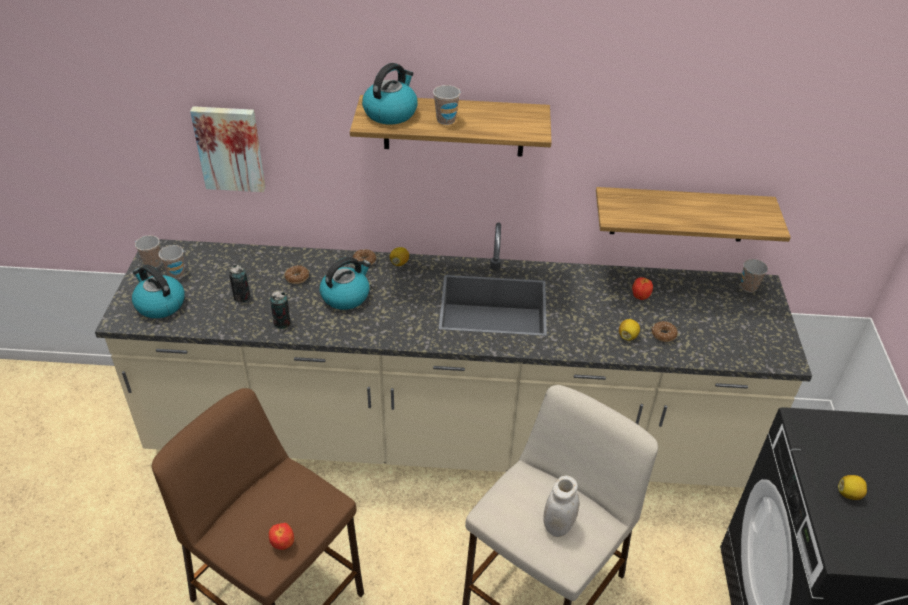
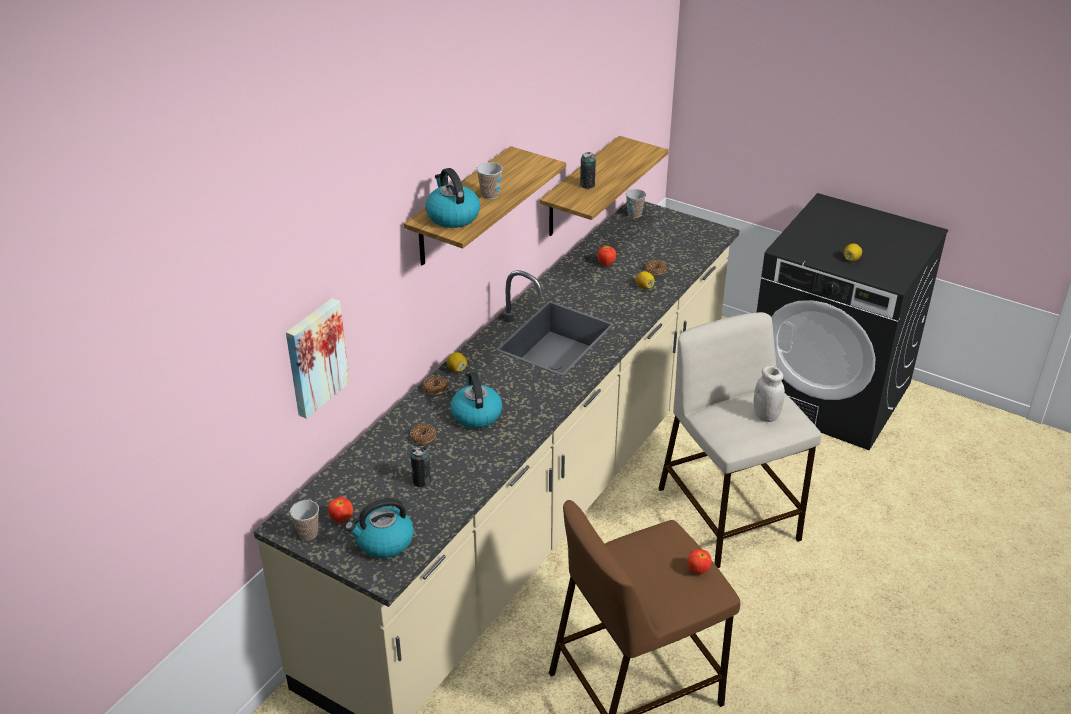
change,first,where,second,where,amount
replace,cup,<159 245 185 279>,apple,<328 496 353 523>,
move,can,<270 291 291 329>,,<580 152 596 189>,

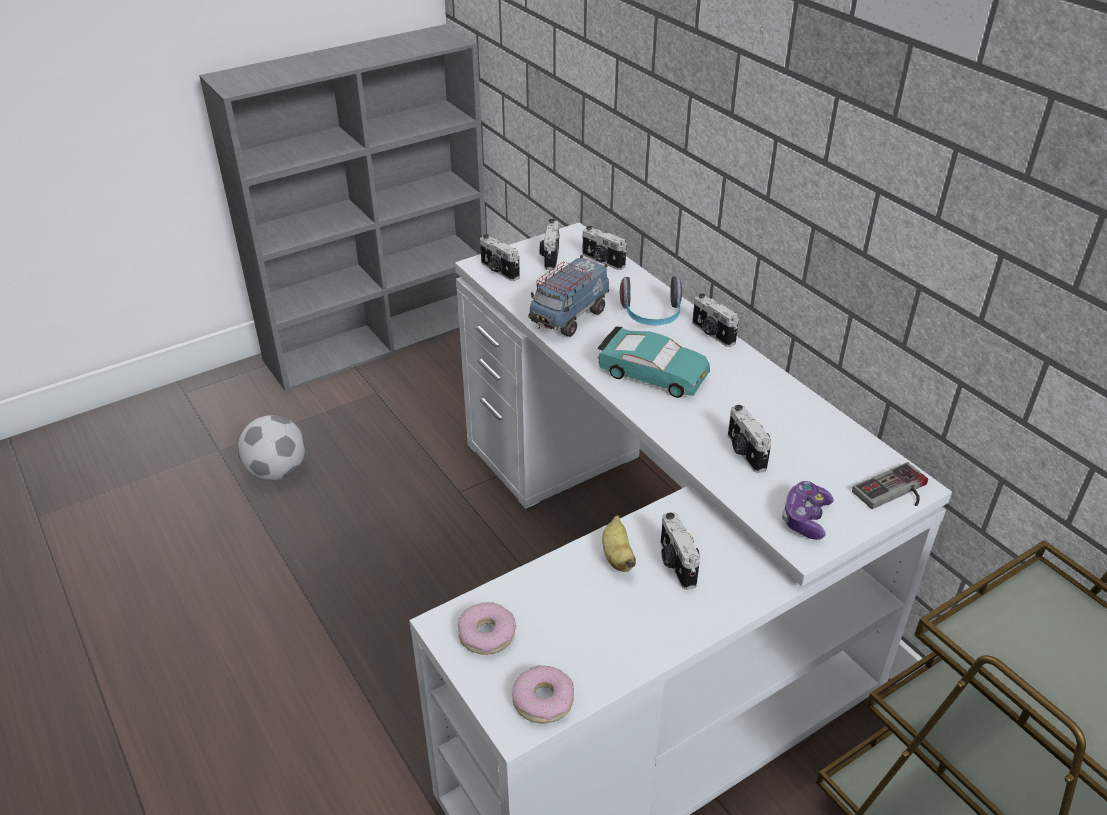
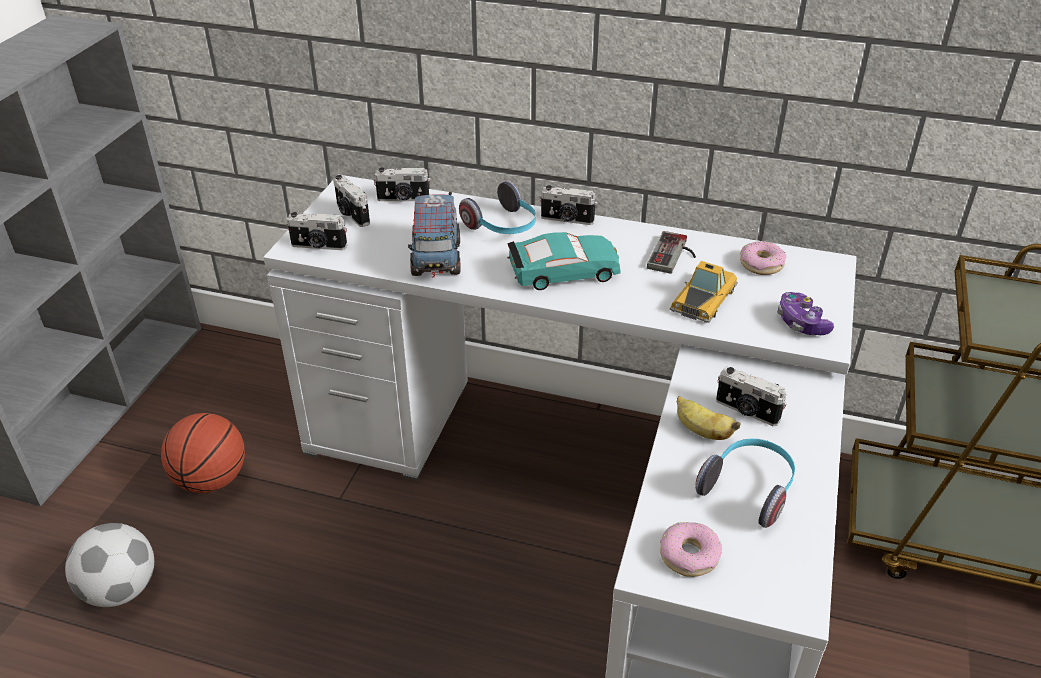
change,first,where,second,where,amount
replace,still camera,<728 405 771 473>,toy car,<670 261 738 323>,
move,game controller,<852 462 928 509>,,<647 231 696 274>,
move,doughnut,<512 665 574 723>,,<740 241 786 275>,
insert,,,basketball ball,<161 413 245 493>,
insert,,,headphones,<695 438 795 528>,

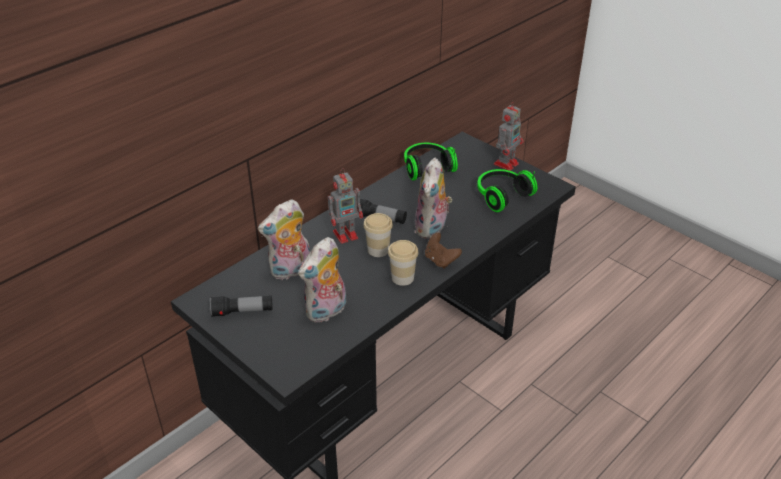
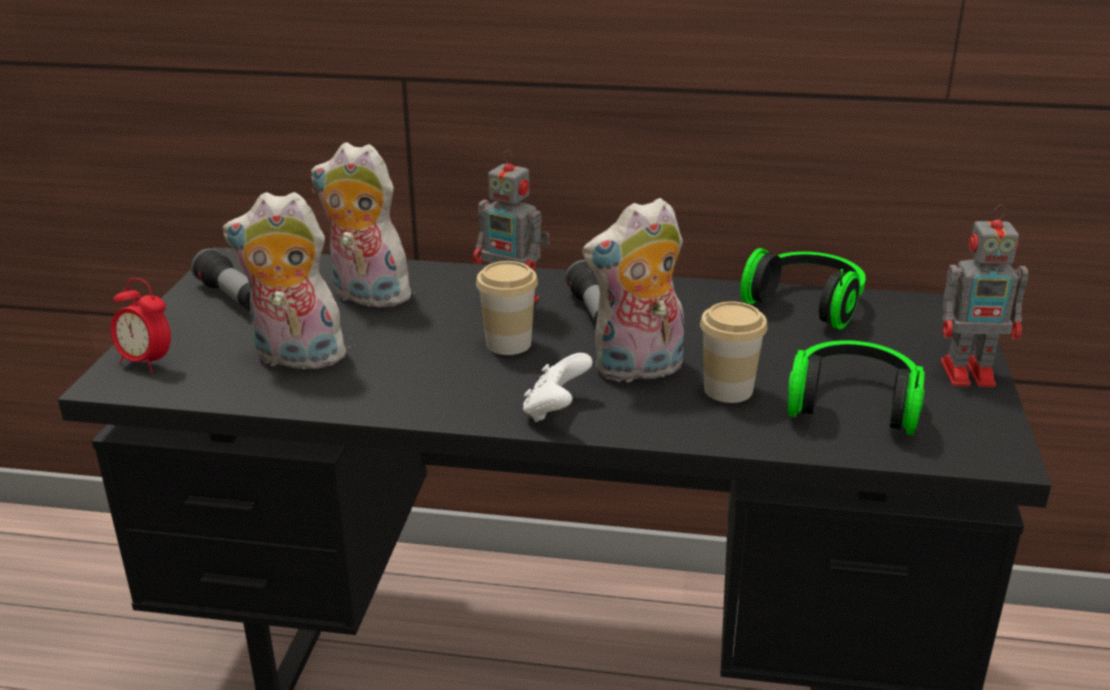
change,first,where,second,where,amount
recolor,brown game controller,<425 232 462 269>,white game controller,<523 353 592 422>,
move,cup,<388 240 418 286>,,<700 301 768 403>,
insert,,,alarm clock,<111 278 171 372>,

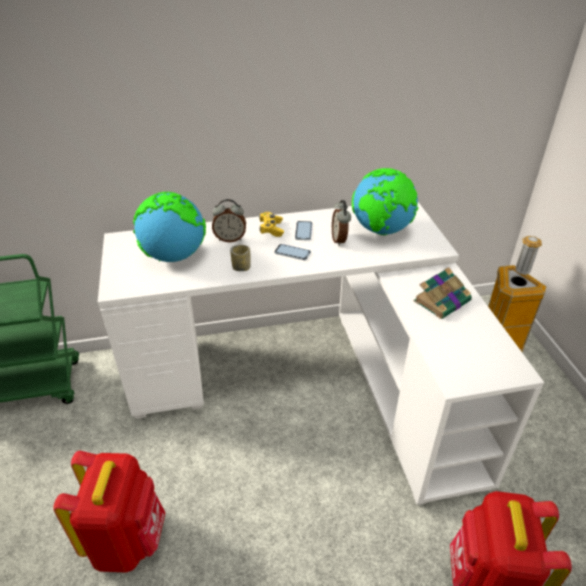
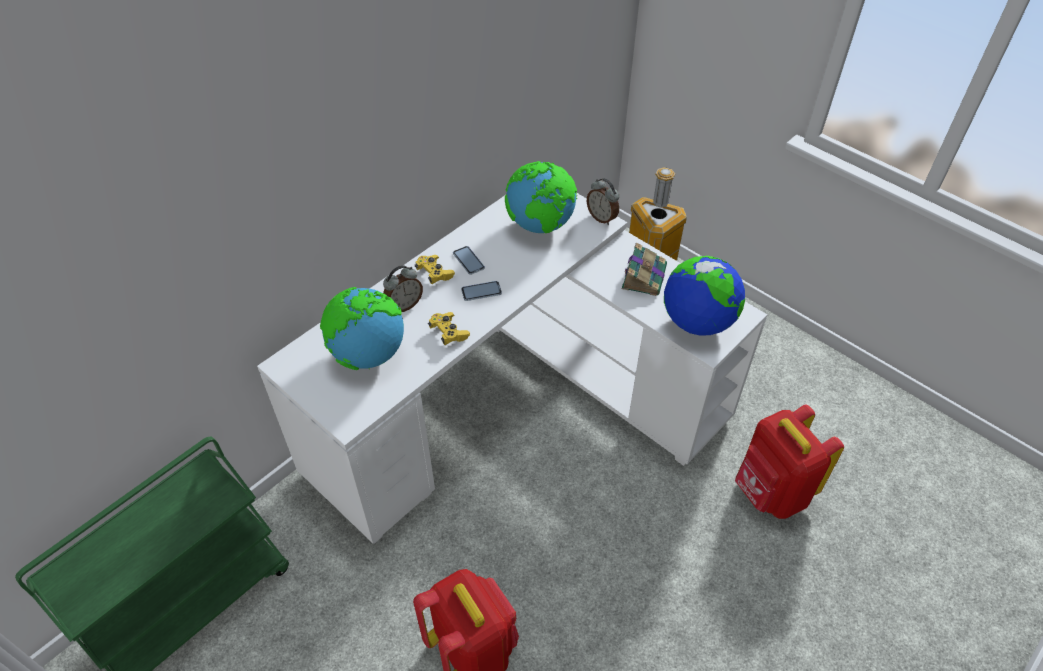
change,first,where,second,where,amount
move,alarm clock,<332 200 351 246>,,<587 178 619 225>,
replace,cup,<230 245 251 271>,yellow game controller,<428 312 470 345>,
insert,,,desk globe,<664 256 745 336>,

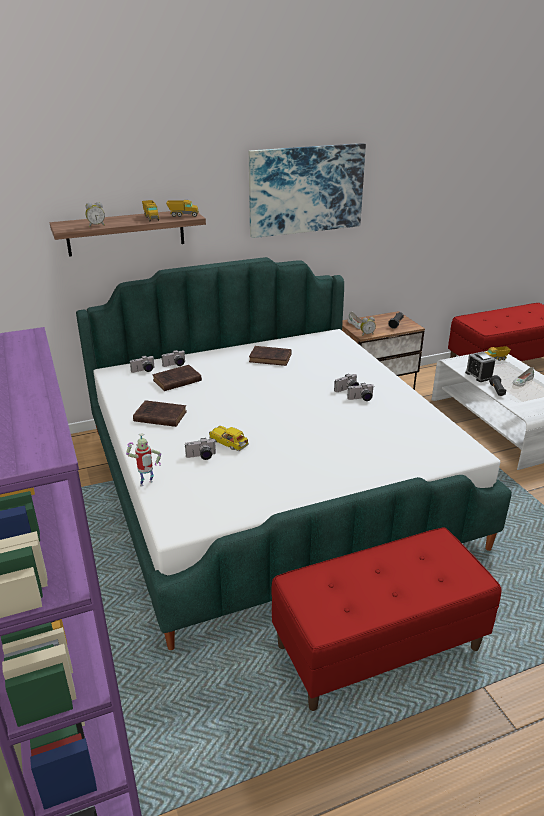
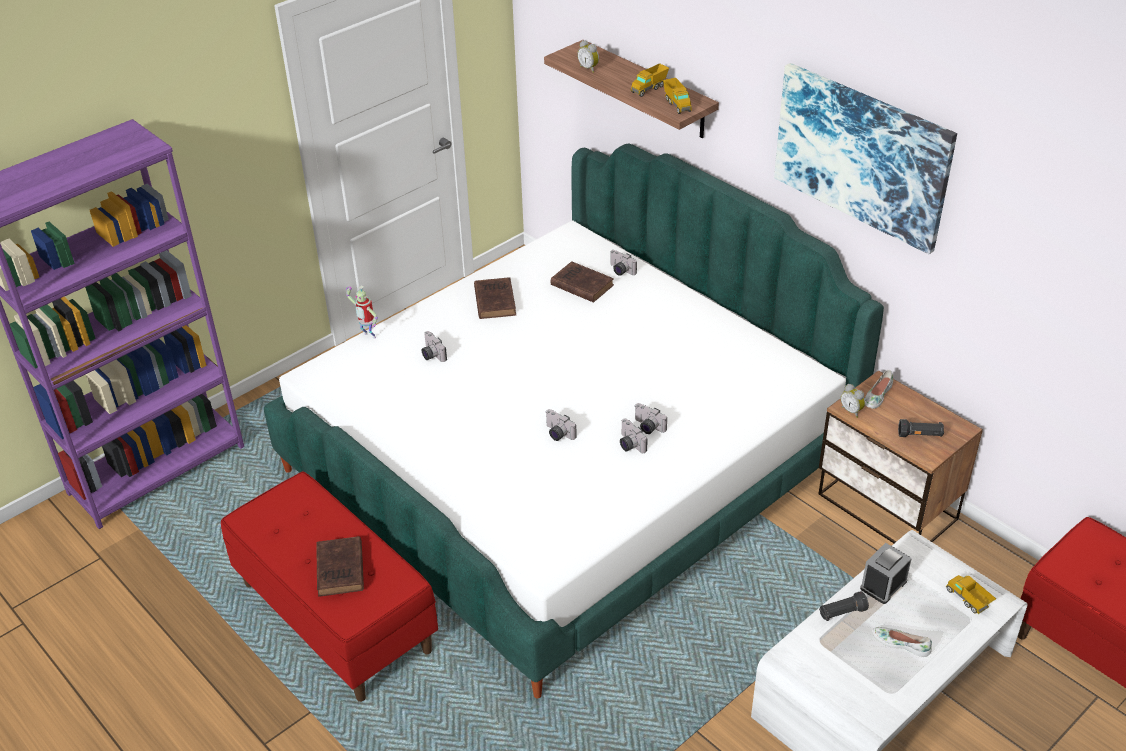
change,first,where,second,where,amount
move,brown bound book,<249 346 292 366>,,<316 536 364 596>,
move,still camera,<130 355 155 373>,,<546 409 577 441>,
delete,toy car,<209 426 249 451>,,,

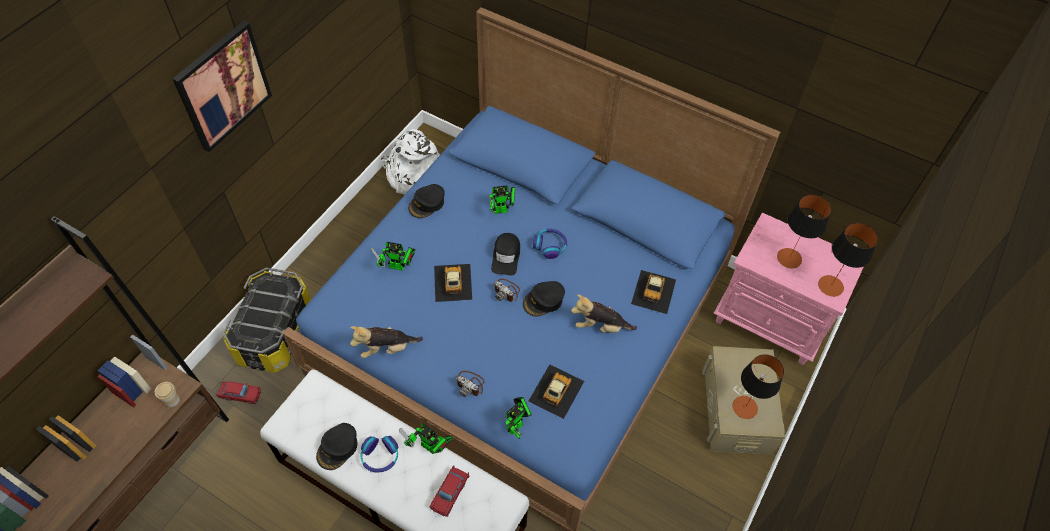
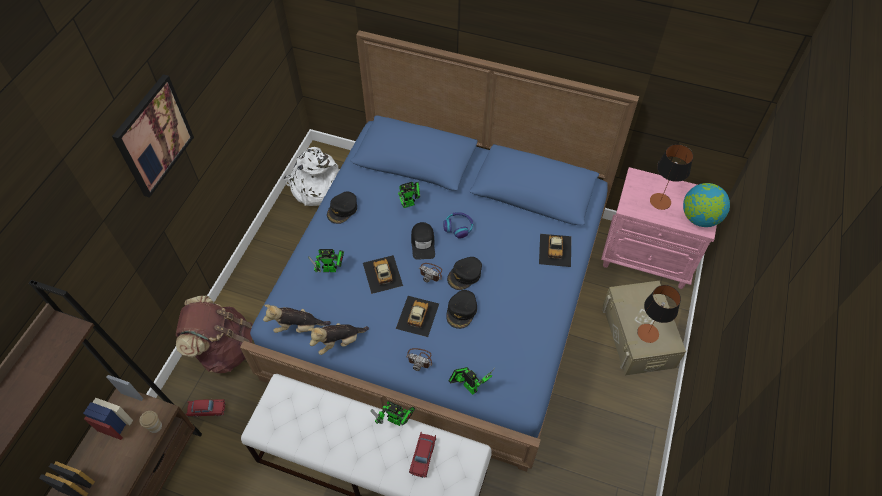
change,first,where,second,where,amount
replace,tabletop lamp,<818 223 878 297>,desk globe,<683 183 730 227>,
replace,storage bin,<223 267 311 373>,brown rucksack,<176 296 253 373>,
move,plush toy,<571 294 637 333>,,<263 304 331 333>,
move,toy car,<529 365 584 419>,,<396 296 439 337>,
rotate,model robot,<506 397 532 439>,,<449 367 495 395>,75 degrees counterclockwise
move,black peaked cap,<316 423 357 470>,,<446 290 477 329>,
delete,headphones,<360 436 398 472>,,,

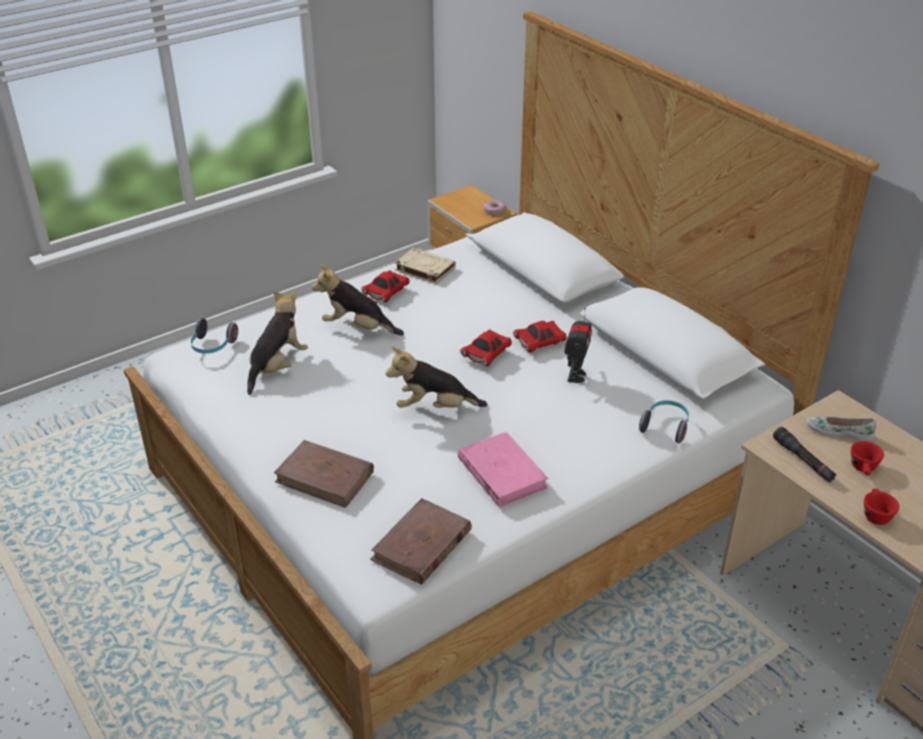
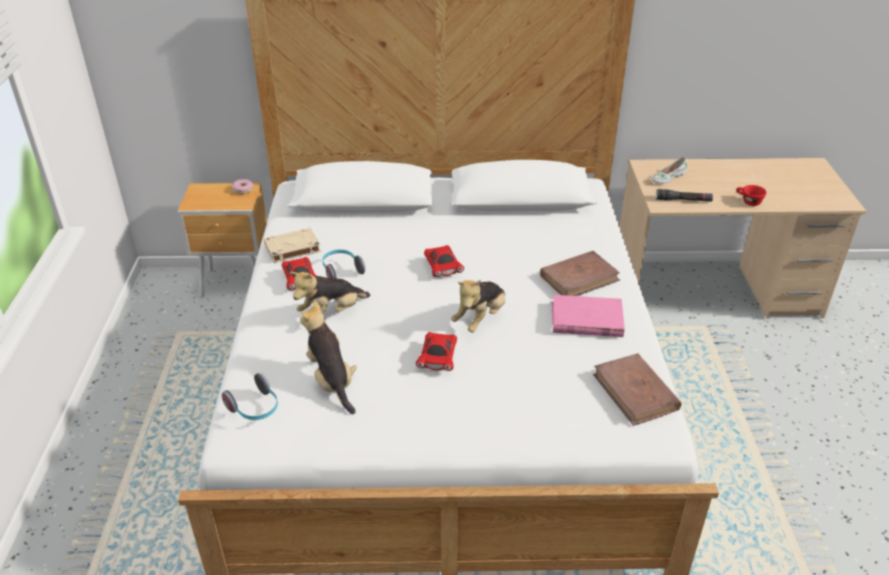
change,first,where,second,where,amount
delete,model robot,<564 308 592 383>,,,
move,red toy car,<513 321 566 353>,,<416 332 457 371>,
move,headphones,<639 400 689 443>,,<322 249 365 278>,
move,brown bound book,<274 440 374 508>,,<540 251 620 296>,
delete,red cup,<851 441 884 475>,,,

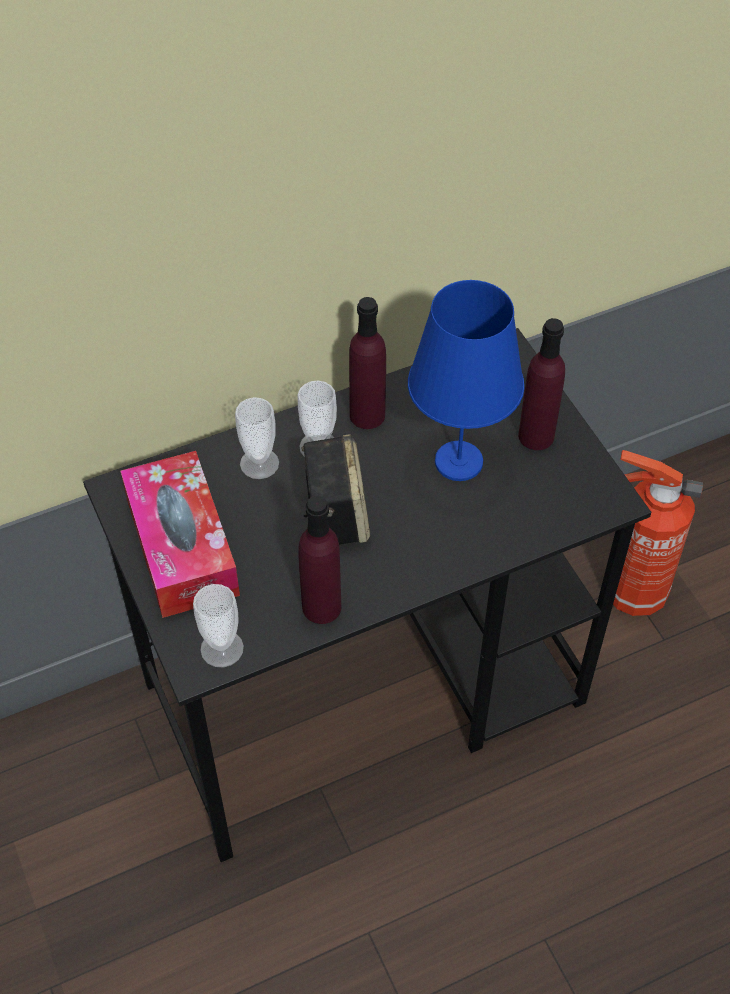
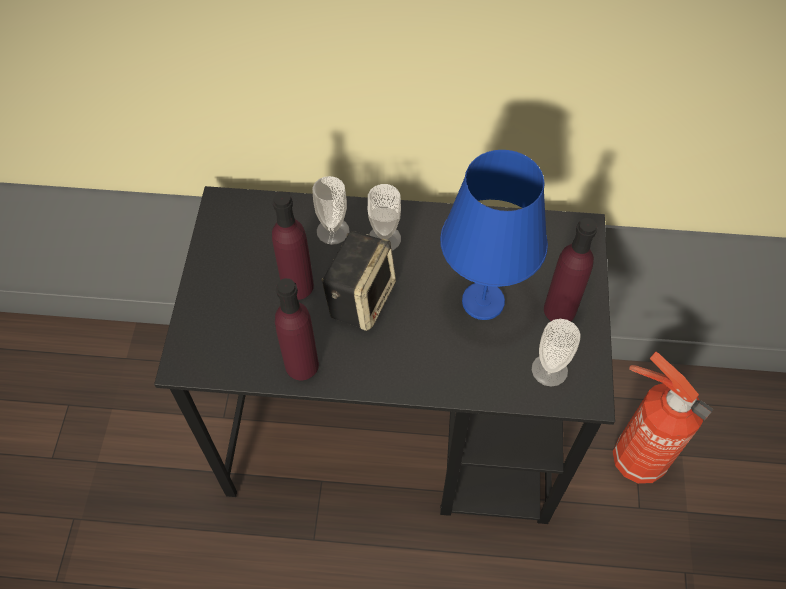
change,first,where,second,where,amount
move,purple beverage bottle,<349 297 386 429>,,<272 192 314 300>,
delete,tissue box,<120 451 240 618>,,,
move,cup,<193 584 244 668>,,<532 319 581 387>,

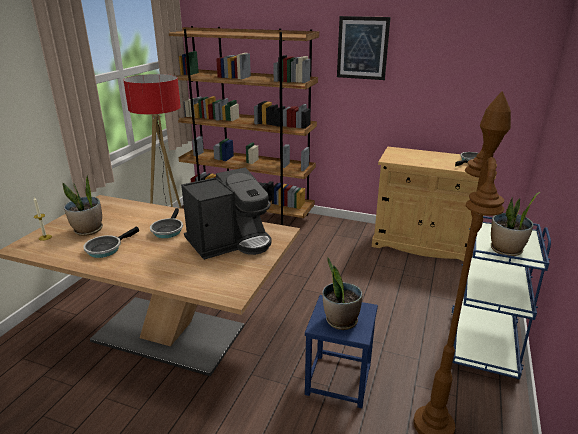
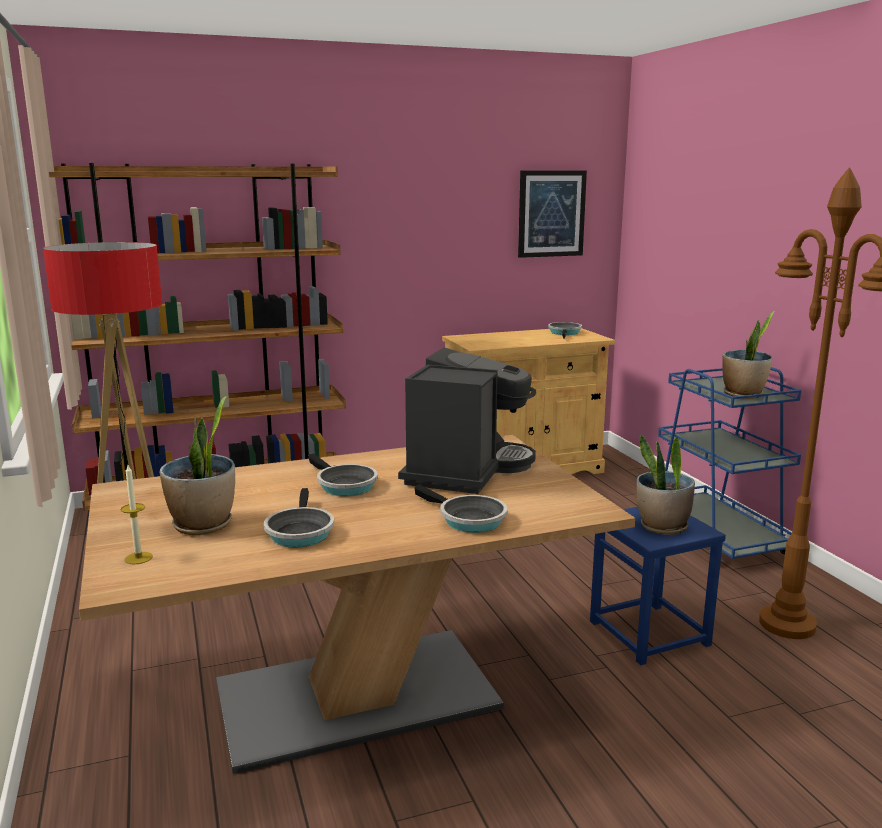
change,first,where,second,where,amount
move,wall art,<337 16 391 80>,,<518 171 587 258>,
insert,,,skillet,<415 484 507 533>,

